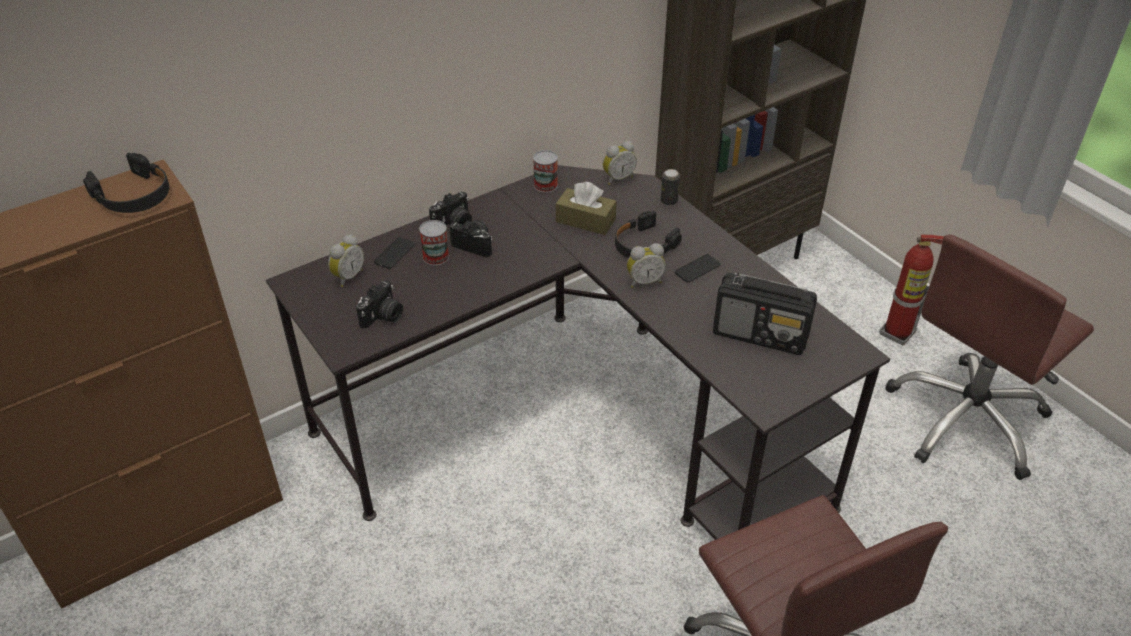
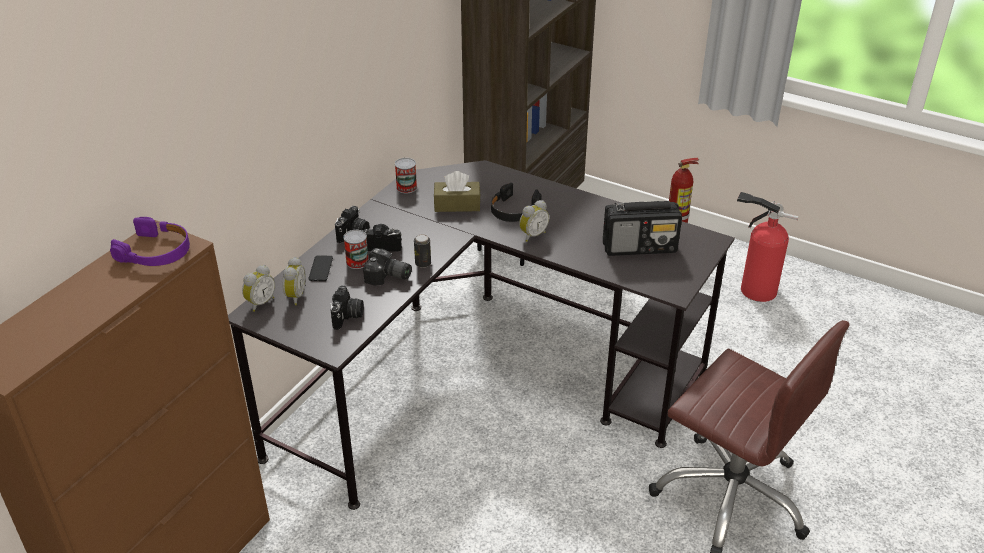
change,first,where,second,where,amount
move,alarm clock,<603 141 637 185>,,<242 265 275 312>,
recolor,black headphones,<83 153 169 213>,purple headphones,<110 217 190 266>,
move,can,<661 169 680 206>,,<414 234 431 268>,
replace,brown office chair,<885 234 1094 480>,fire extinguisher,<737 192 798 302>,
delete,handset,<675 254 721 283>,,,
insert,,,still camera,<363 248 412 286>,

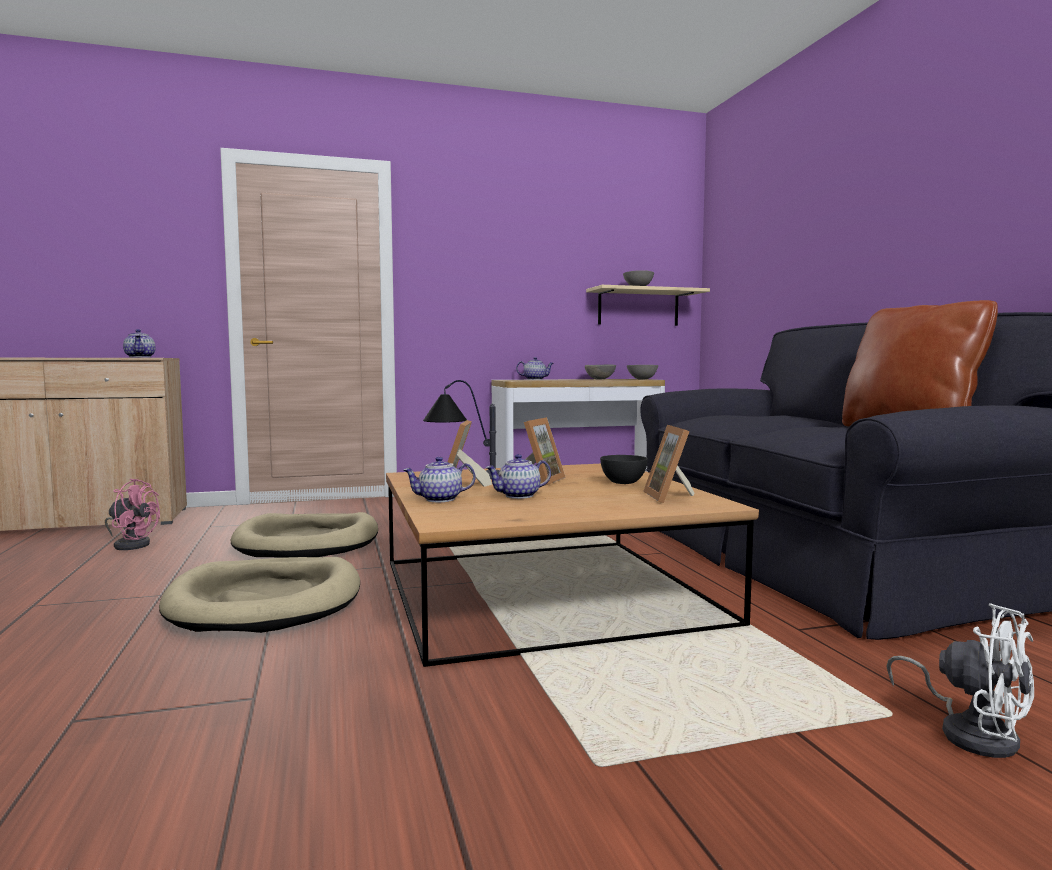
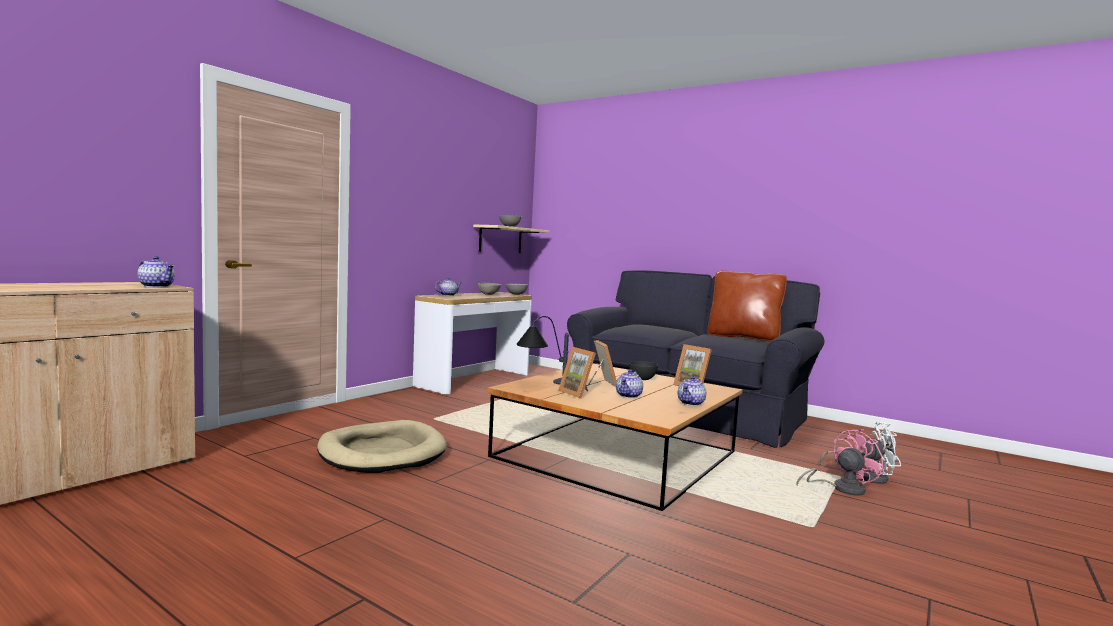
change,first,where,second,where,amount
move,pot for tea,<403 457 476 502>,,<678 376 706 406>,
move,pinkish electric fan,<105 479 160 550>,,<796 429 884 496>,
delete,beige-coloured pet bed,<159 557 360 633>,,,

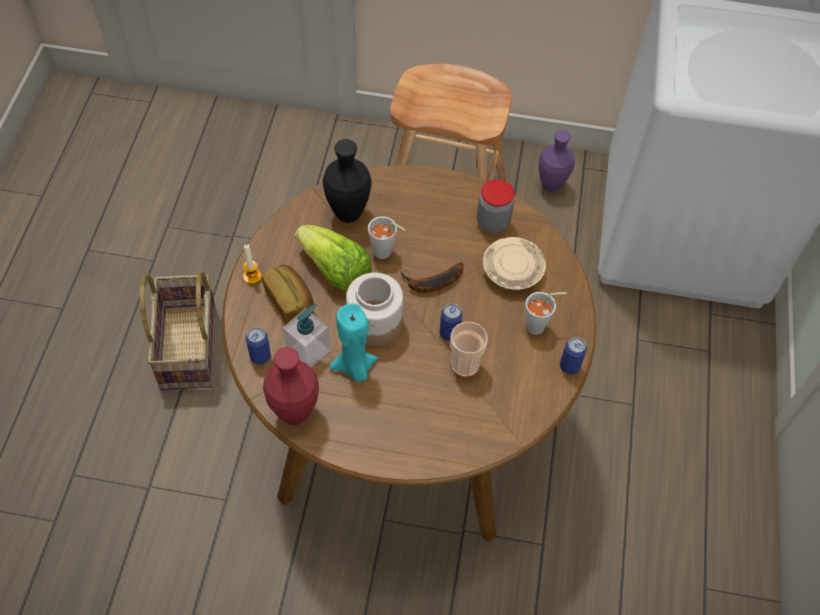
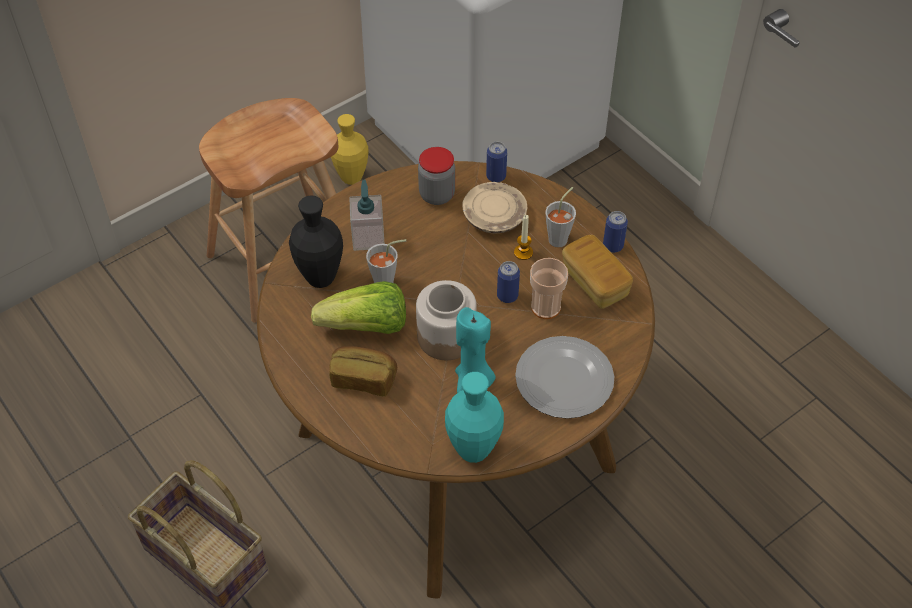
change,first,where,second,where,amount
recolor,purple vase,<539 130 575 192>,yellow vase,<331 114 369 185>,
move,wax light,<243 244 262 284>,,<514 215 533 260>,
delete,whole banana,<401 262 464 293>,,,
move,liquid soap bottle,<283 304 330 368>,,<349 180 384 251>,
move,can,<246 327 271 364>,,<486 141 507 183>,
recolor,red vase,<263 347 319 425>,turquoise vase,<445 372 504 463>,
insert,,,bread,<562 235 633 309>,
insert,,,plate,<515 336 614 419>,

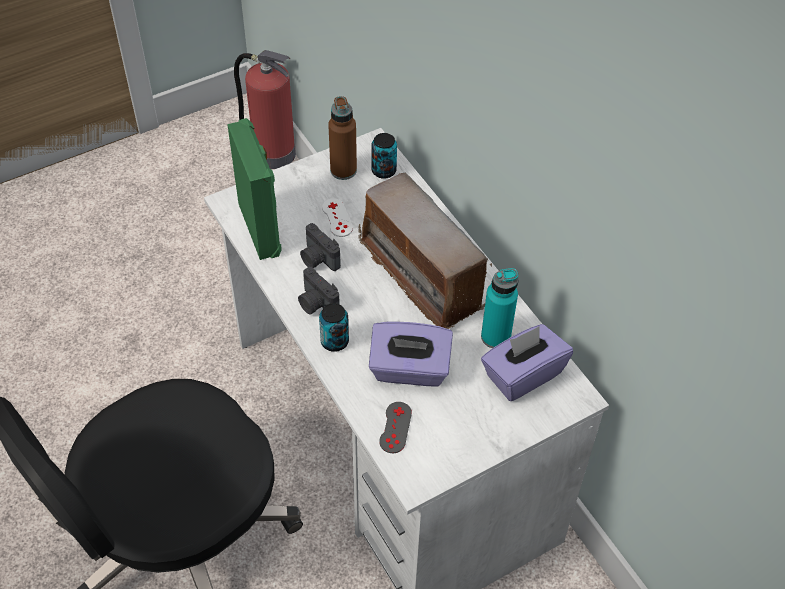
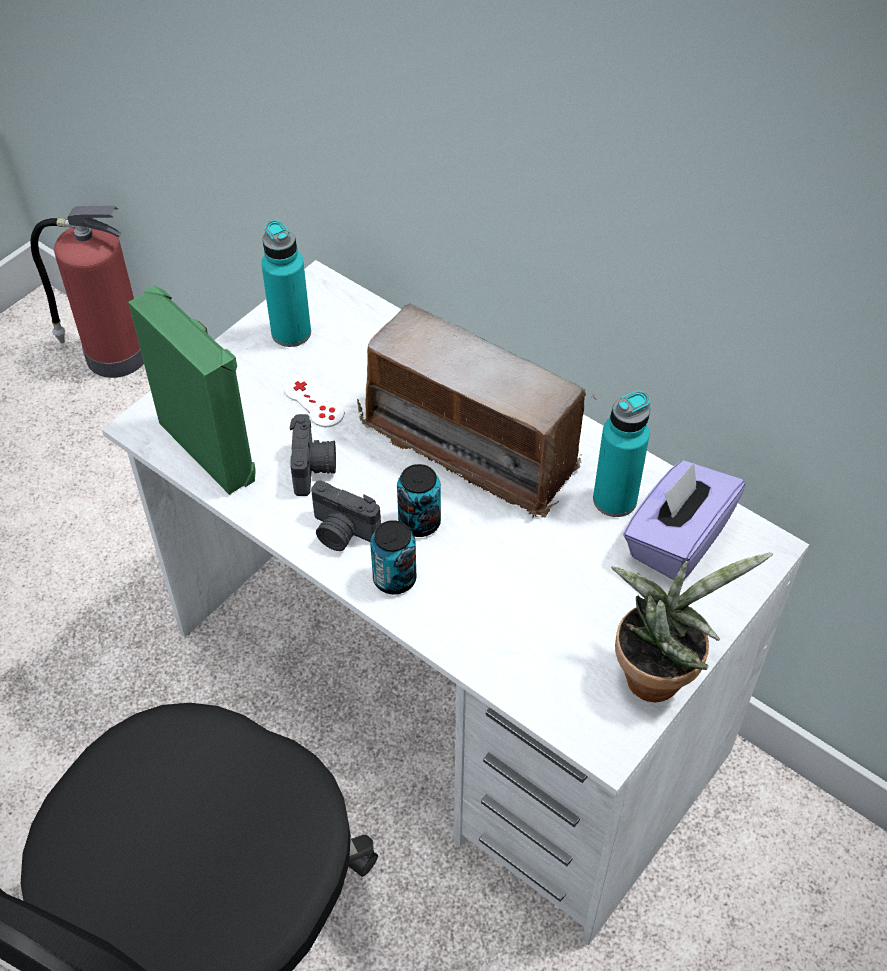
change,first,where,second,where,amount
recolor,brown beverage bottle,<328 96 357 180>,turquoise beverage bottle,<261 220 311 347>,
move,can,<371 133 397 179>,,<397 464 441 537>,
rotate,still camera,<300 223 341 271>,,<290 414 336 496>,120 degrees counterclockwise
delete,purple tissue box,<369 322 453 386>,,,
delete,grey game controller,<379 402 412 453>,,,
insert,,,potted plant,<611 552 773 703>,

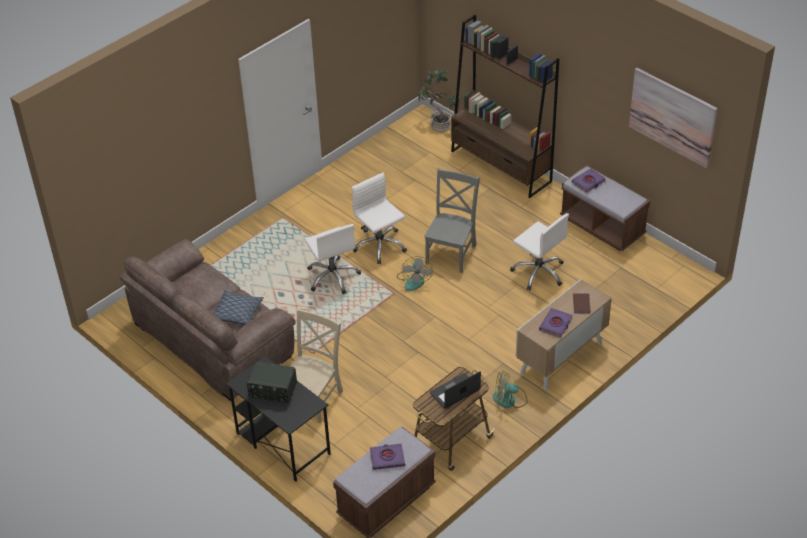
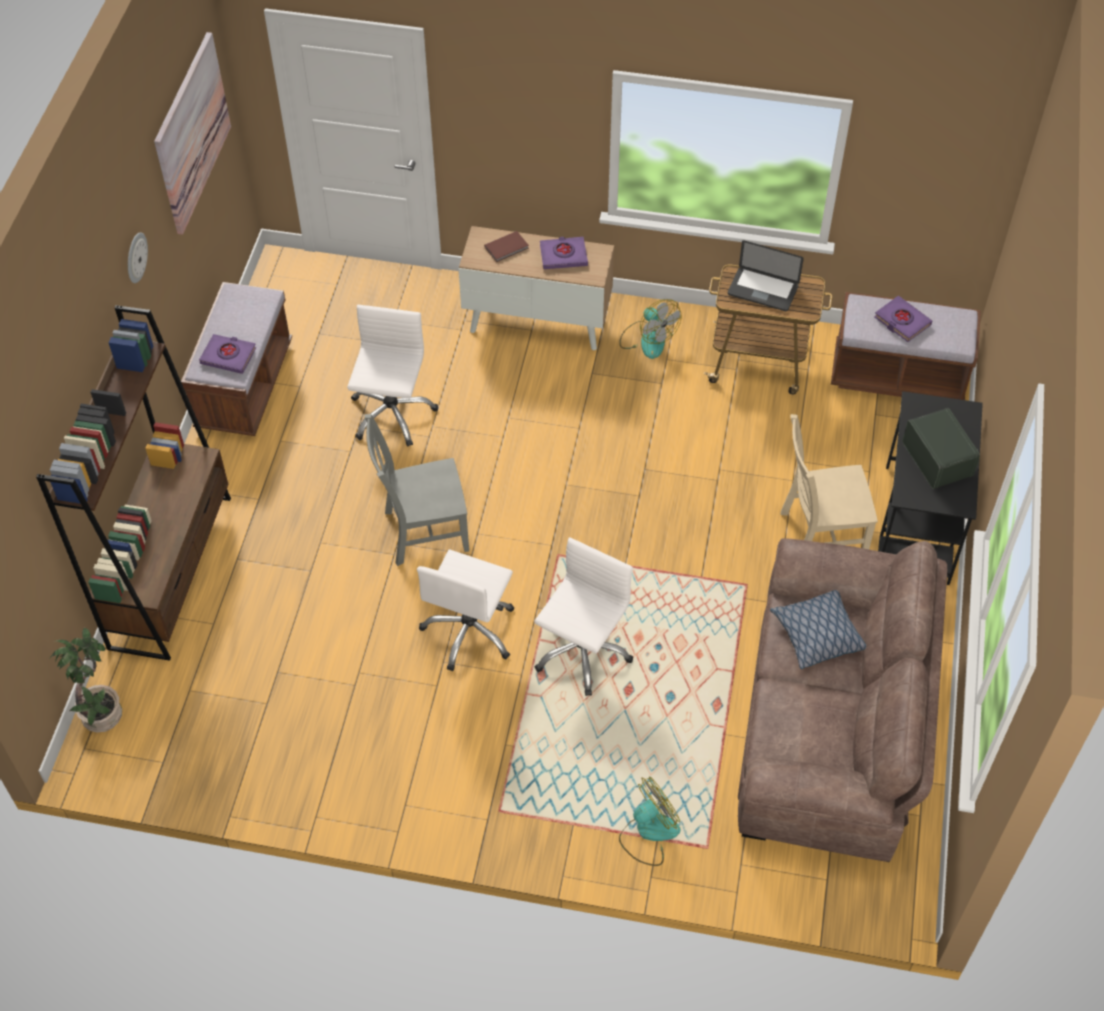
change,first,where,second,where,amount
move,electric fan,<397 256 433 291>,,<619 777 680 866>,
insert,,,wall clock,<128 232 148 283>,

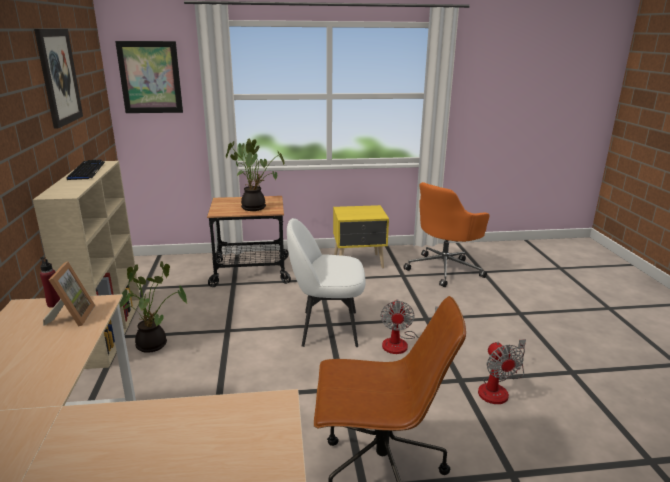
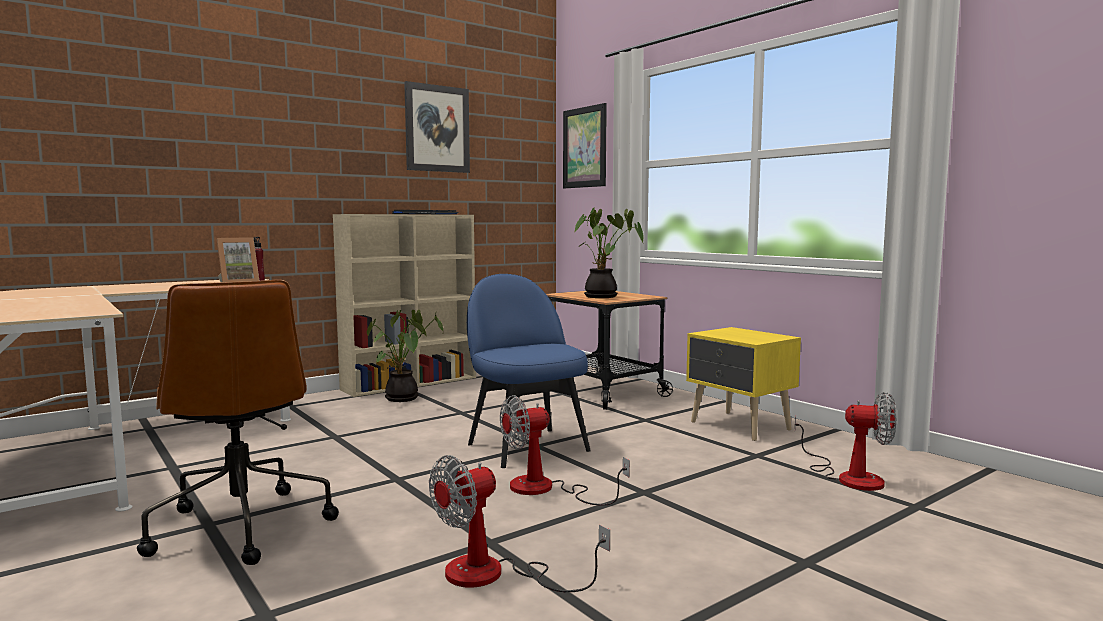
change,first,where,second,where,amount
replace,orangey office chair,<403 182 490 287>,electric fan,<795 392 896 491>,
recolor,white upright chair,<287 218 365 347>,blue upright chair,<467 274 591 468>,

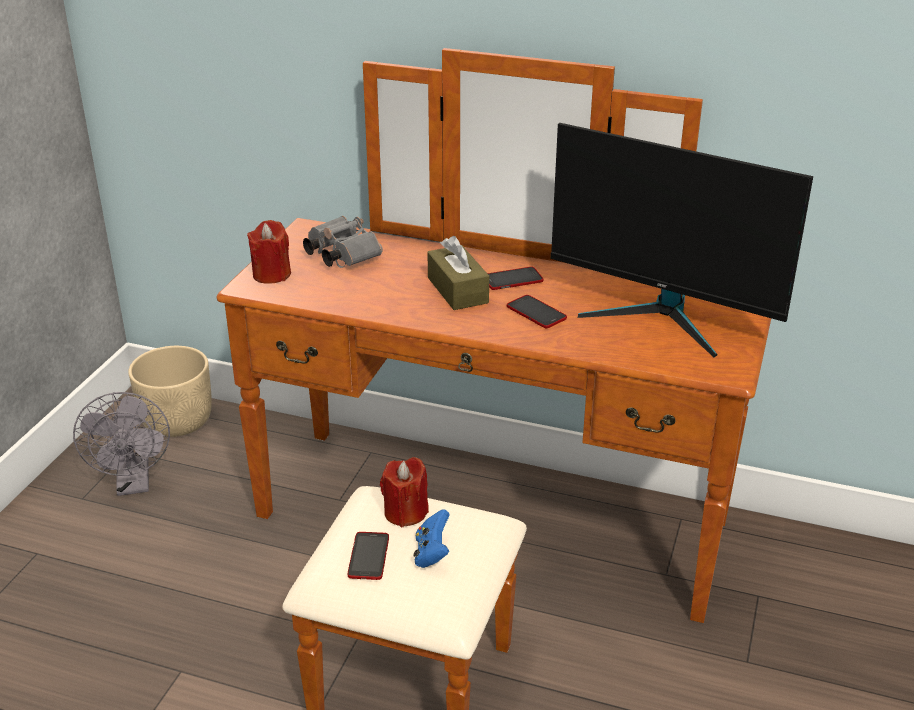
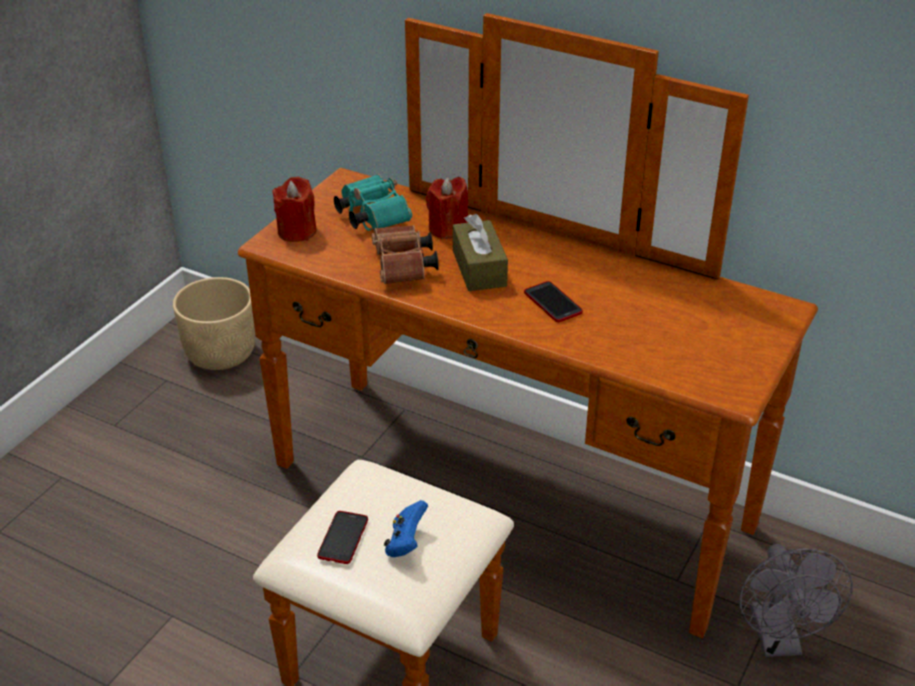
change,first,where,second,where,amount
delete,monitor,<551 123 813 357>,,,
recolor,grey field glasses,<303 216 383 268>,turquoise field glasses,<334 174 412 231>,
delete,handset,<487 267 543 290>,,,
move,grey electric fan,<73 392 170 496>,,<739 544 853 657>,
move,red wax light,<380 457 429 527>,,<426 177 468 239>,
insert,,,brown field glasses,<372 225 439 284>,

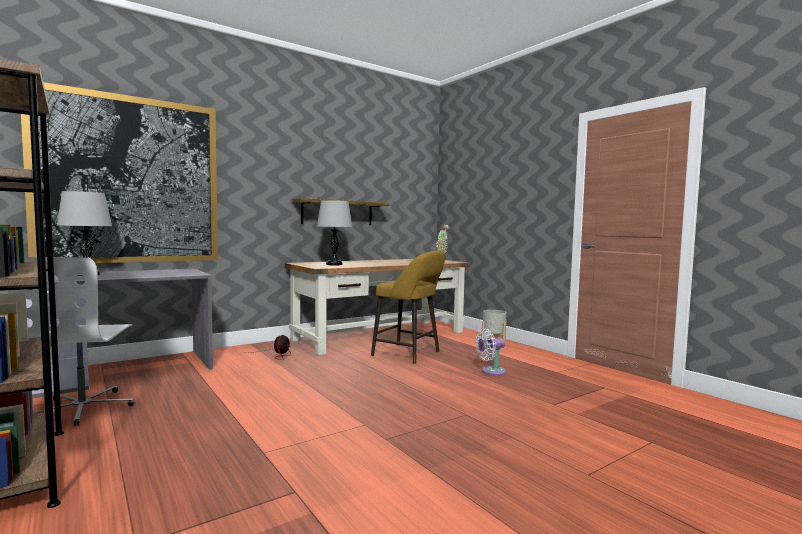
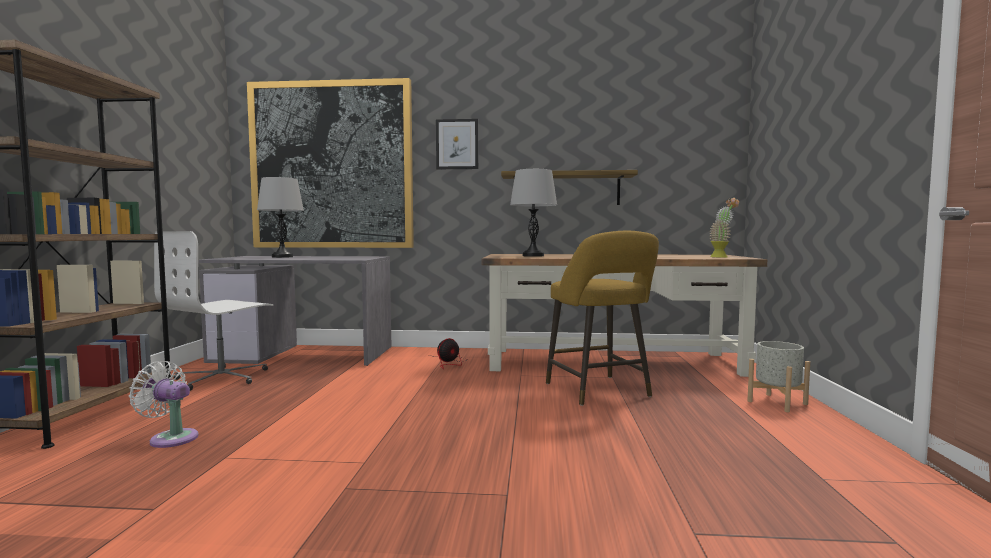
change,first,where,second,where,amount
move,white electric fan,<475 329 506 375>,,<129 361 199 448>,
insert,,,wall art,<436 119 478 169>,

